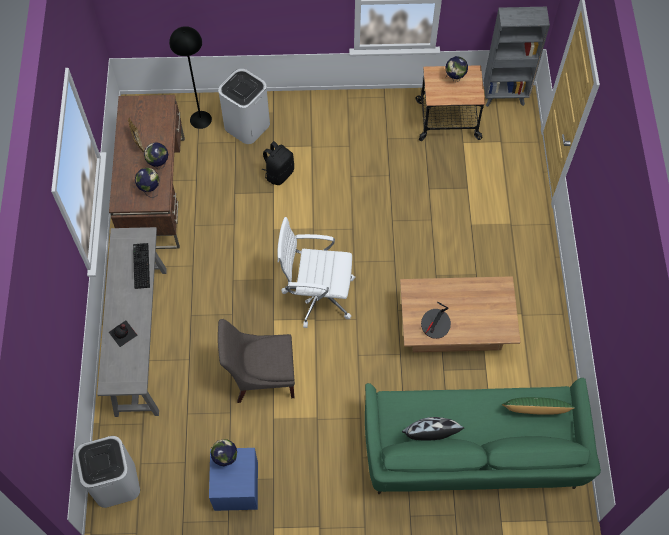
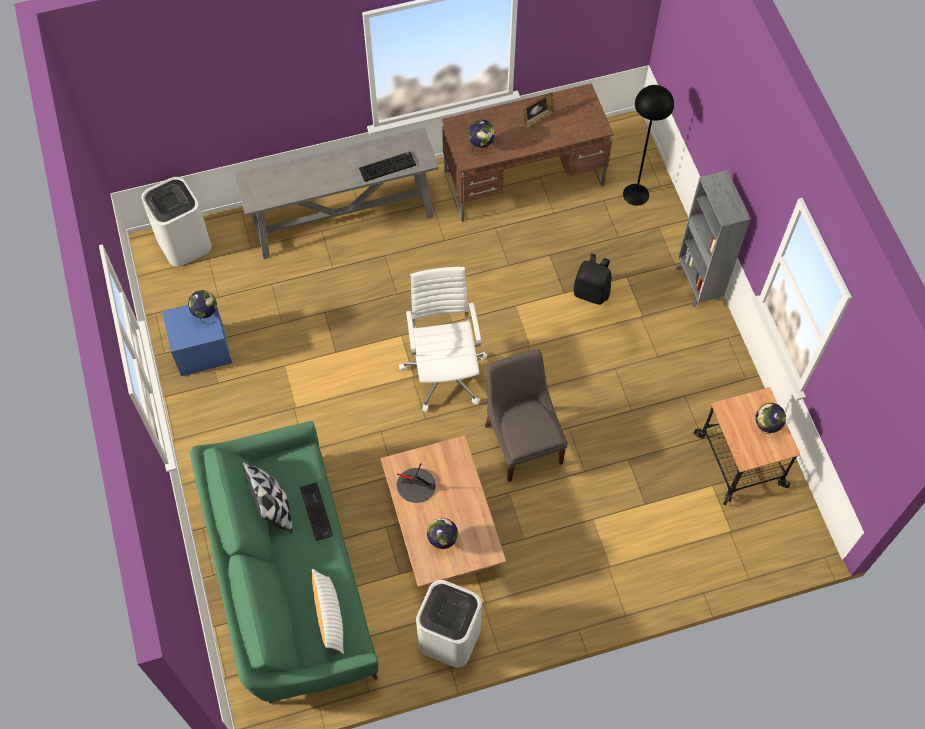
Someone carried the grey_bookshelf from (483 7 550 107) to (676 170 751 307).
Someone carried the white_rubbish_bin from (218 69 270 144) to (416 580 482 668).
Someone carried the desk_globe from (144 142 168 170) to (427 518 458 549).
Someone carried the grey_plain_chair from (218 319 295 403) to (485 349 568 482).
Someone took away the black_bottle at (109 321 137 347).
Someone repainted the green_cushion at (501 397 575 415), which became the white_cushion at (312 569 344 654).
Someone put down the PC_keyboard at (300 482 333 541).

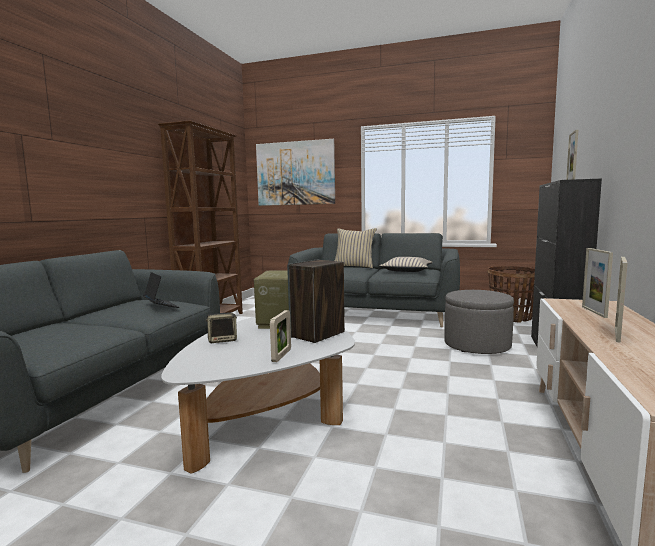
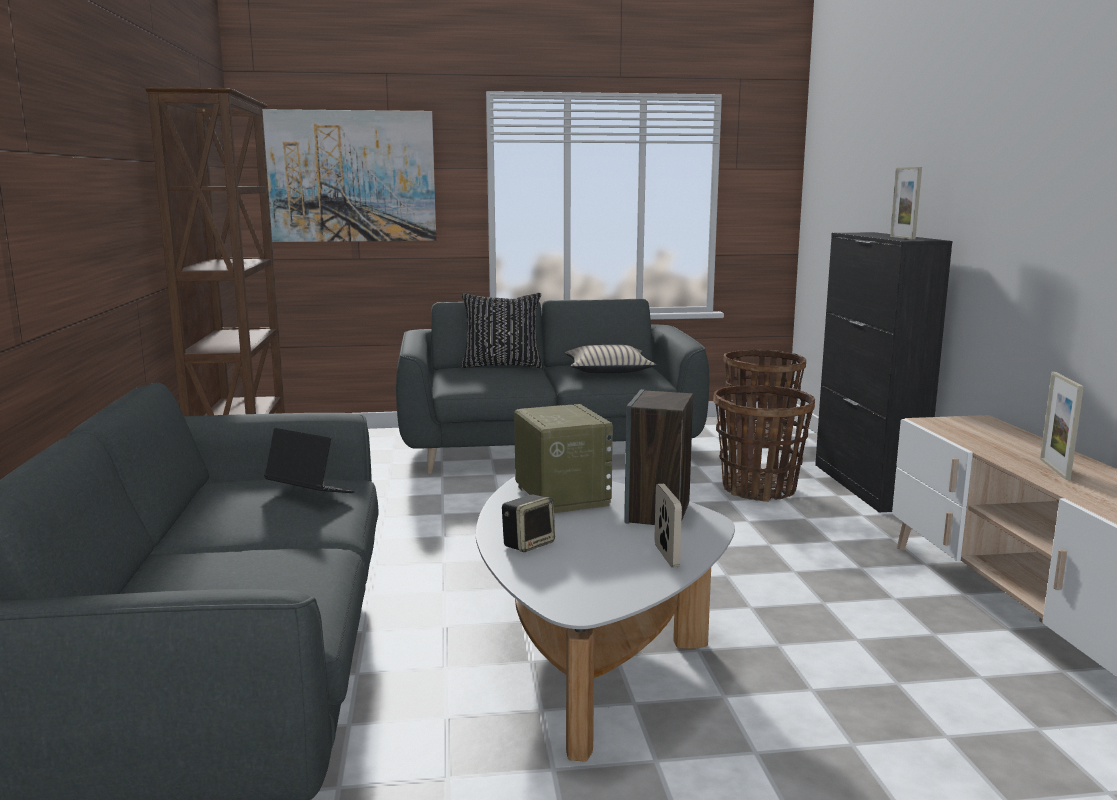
Someone repainted the beige-coloured_cushion at (334 228 377 268), which became the black_cushion at (461 293 542 368).
Someone took away the standing_frame at (582 248 613 318).
Someone swapped the grey_footrest at (444 290 514 354) for the storage_basket at (713 385 815 502).

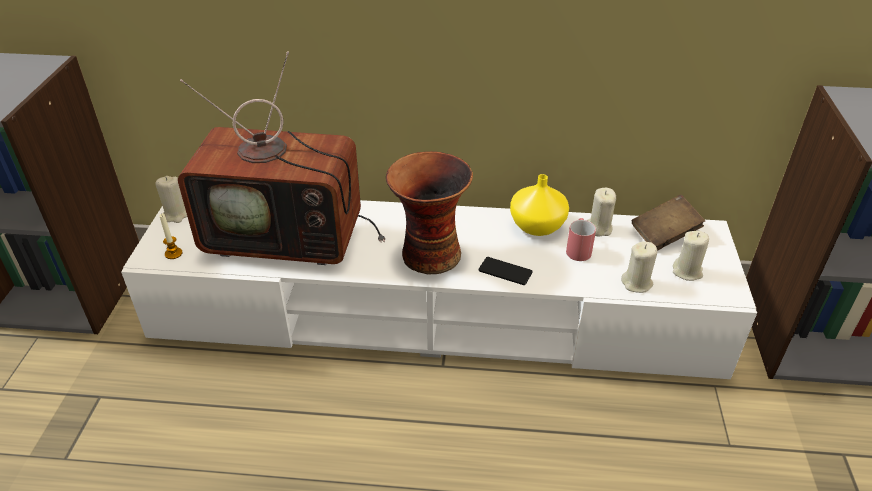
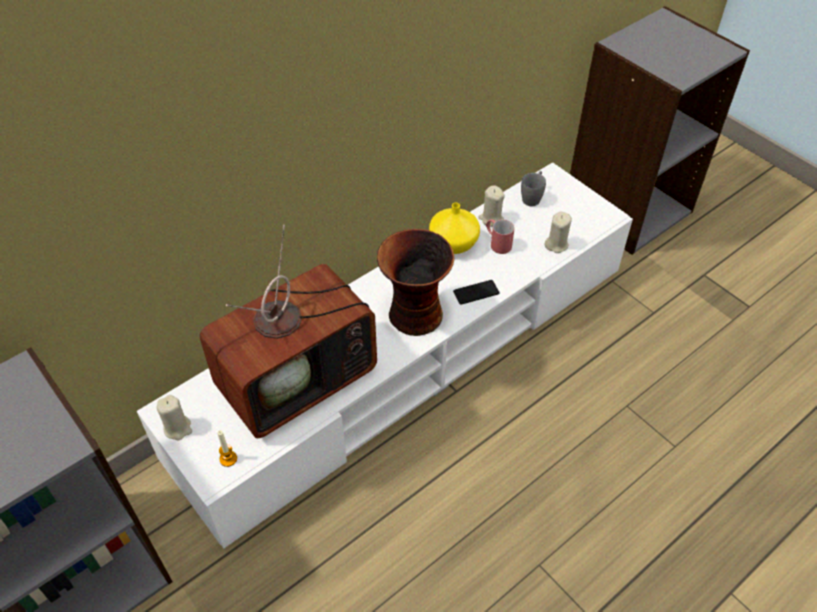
Someone swapped the brownish_book at (632 195 705 251) for the grey_coffee_mug at (521 171 546 206).
Someone took away the beige-coloured_wax_light at (673 231 709 281).

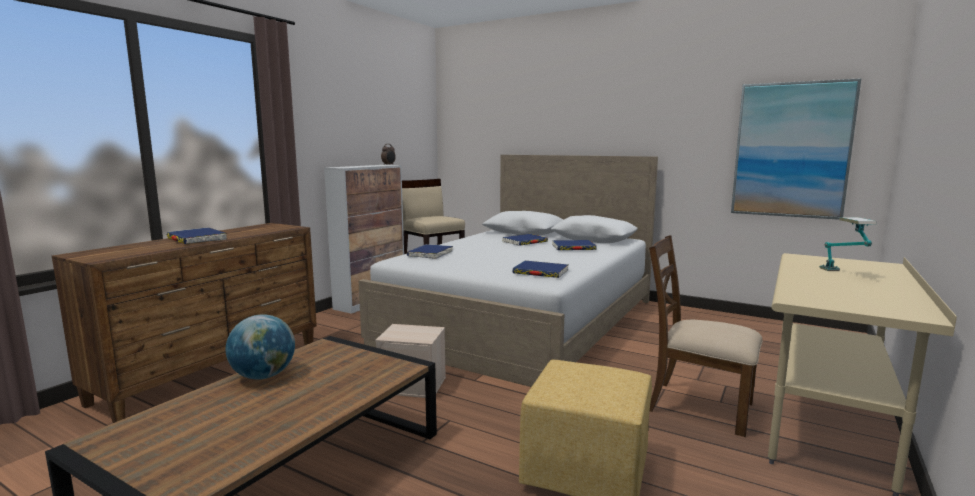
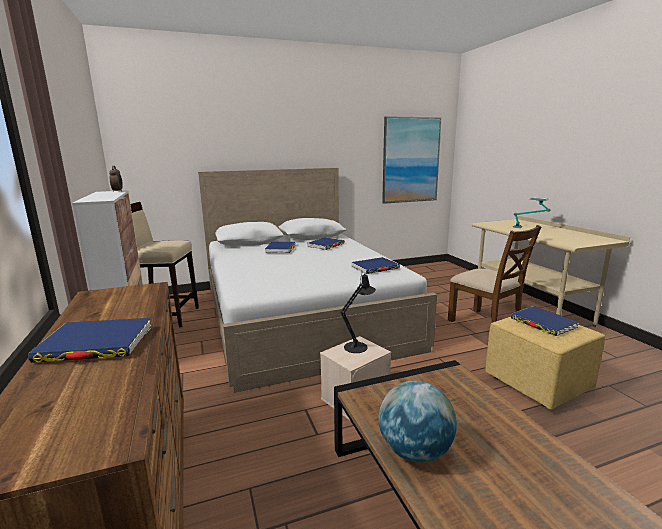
Someone rotated the brownish_plain_chair at (649 235 763 437) by 105 degrees counterclockwise.
Someone carried the blue-coloured_book from (407 244 453 259) to (511 306 579 336).
Someone put down the black_tabletop_lamp at (340 272 376 353).

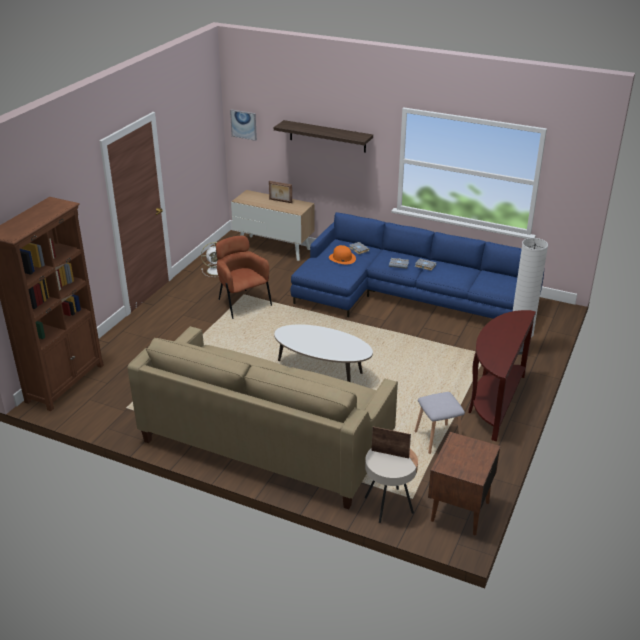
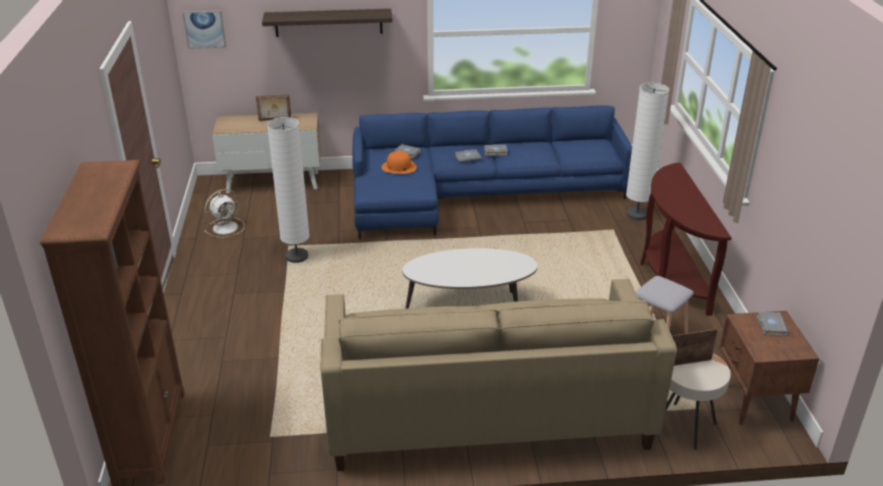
Someone swapped the brownish_lounge_chair at (216 236 272 319) for the white_standard_lamp at (267 117 310 263).
Someone put down the grey_book at (757 312 789 336).

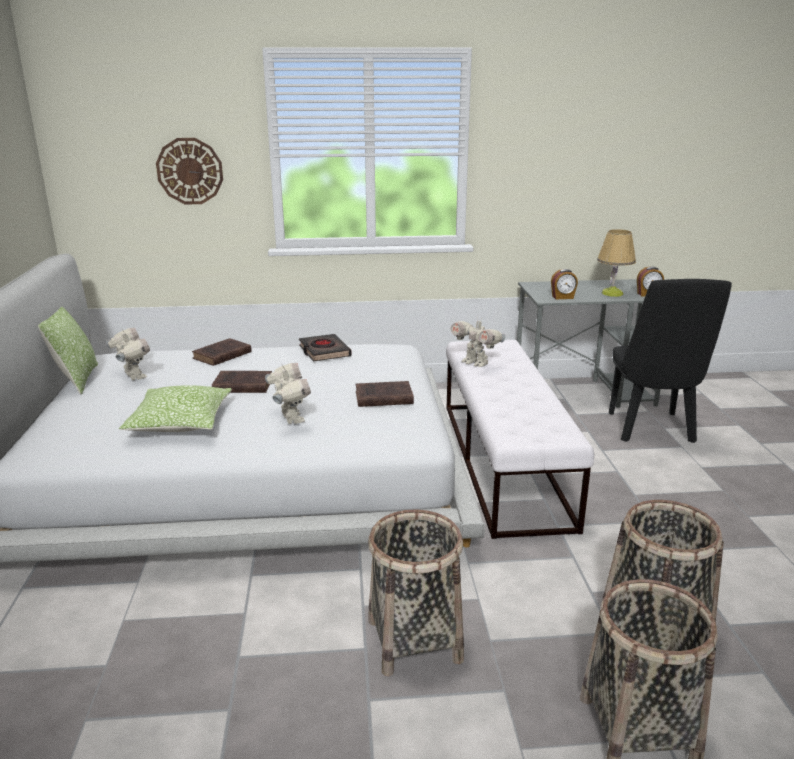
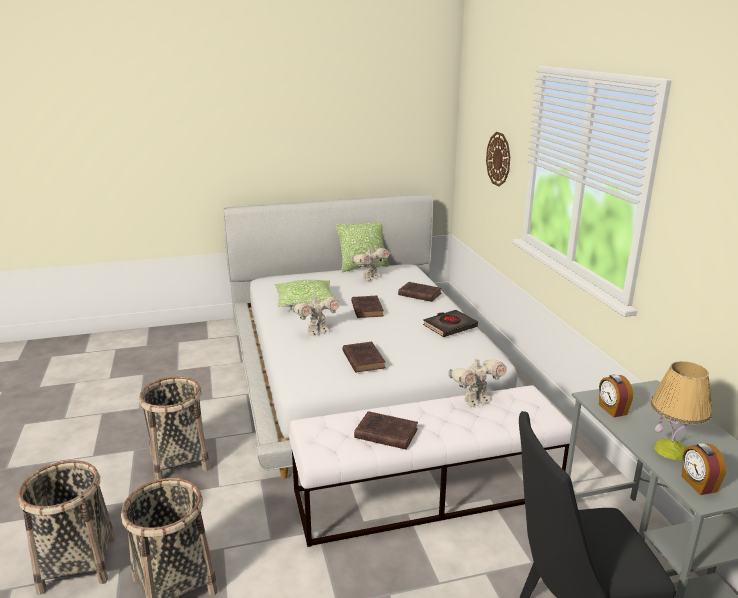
Someone rotated the model_robot at (450 318 506 367) by 150 degrees counterclockwise.
Someone put down the brownish_book at (354 411 418 450).

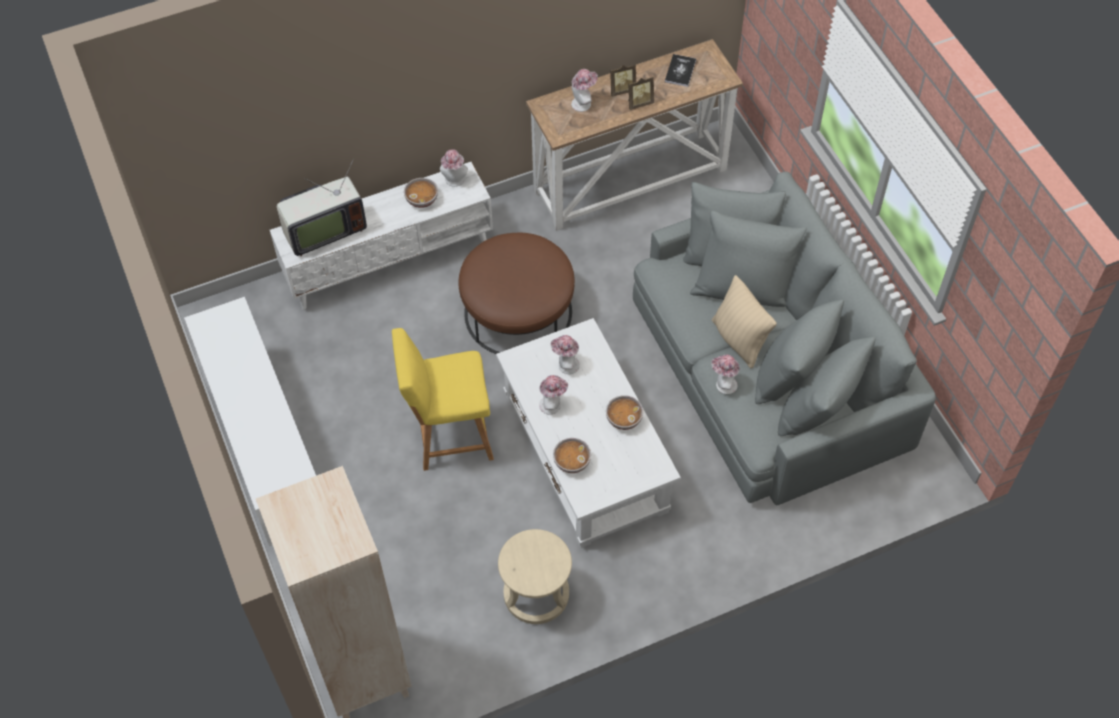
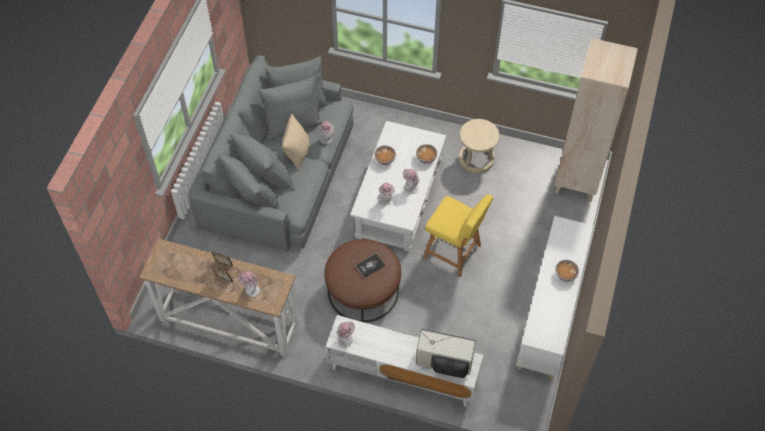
Someone carried the book from (665 54 696 87) to (356 253 385 278).
Someone carried the serving_bowl from (404 178 438 208) to (555 260 579 282).

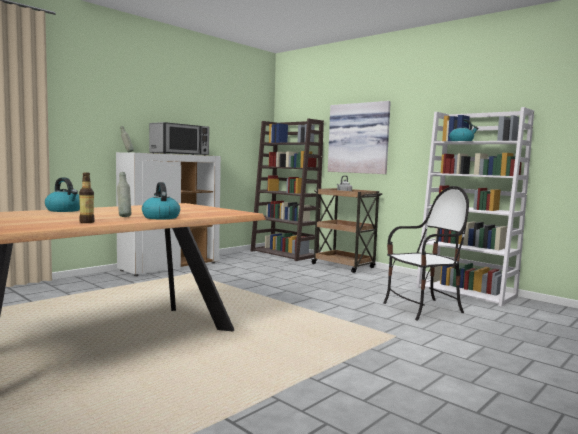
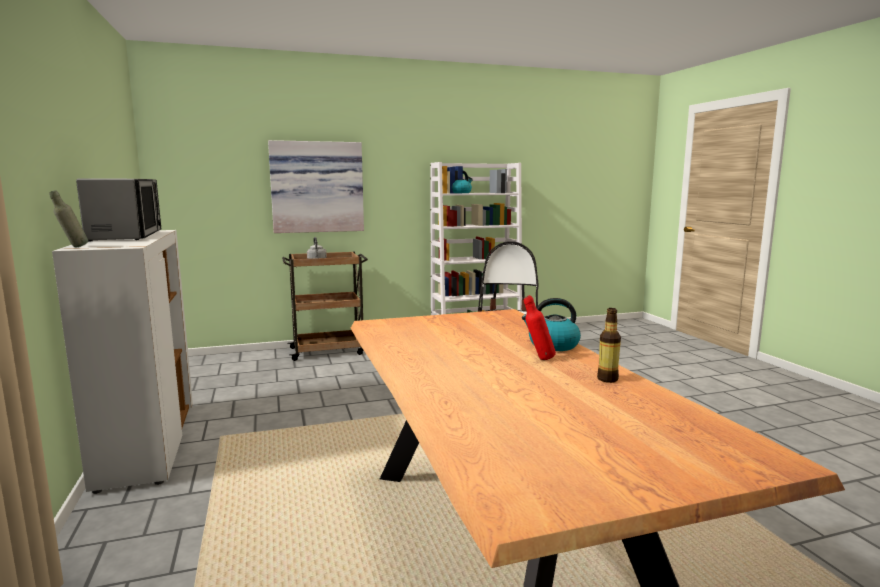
Someone took away the brownish_bookshelf at (251 119 324 261).
Someone repainted the grey_bottle at (117 172 131 217), which became the red_bottle at (524 295 556 360).
Someone took away the kettle at (45 177 80 212).

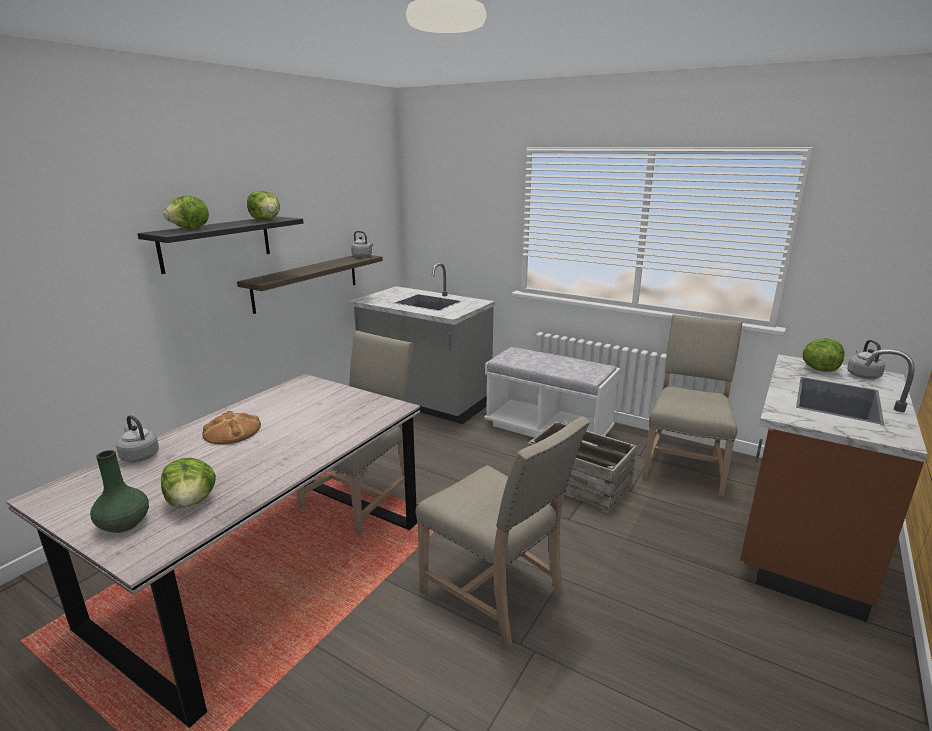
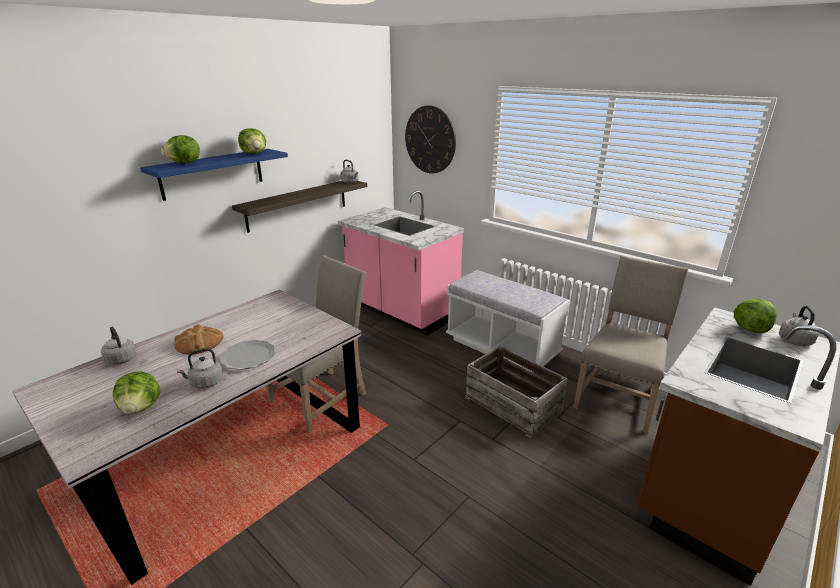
Someone repainted the black_wall_shelf at (137 216 304 274), which became the blue-coloured_wall_shelf at (140 149 288 201).
Someone repainted the grey_counter at (349 263 495 424), which became the pink-coloured_counter at (338 191 464 336).
Someone took away the beige-coloured_plain_chair at (416 416 590 647).
Someone took away the green_vase at (90 450 149 533).
Someone put up the hanging_clock at (405 105 456 174).
Someone put down the plate at (220 340 275 370).
Someone put down the grey_kettle at (176 348 223 389).

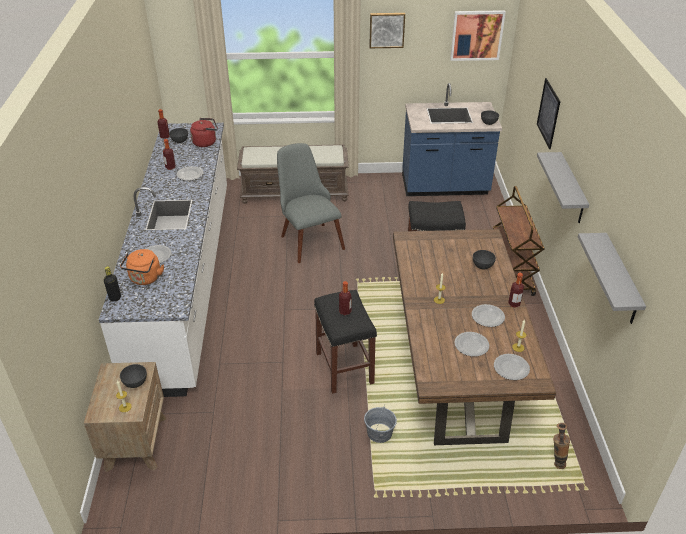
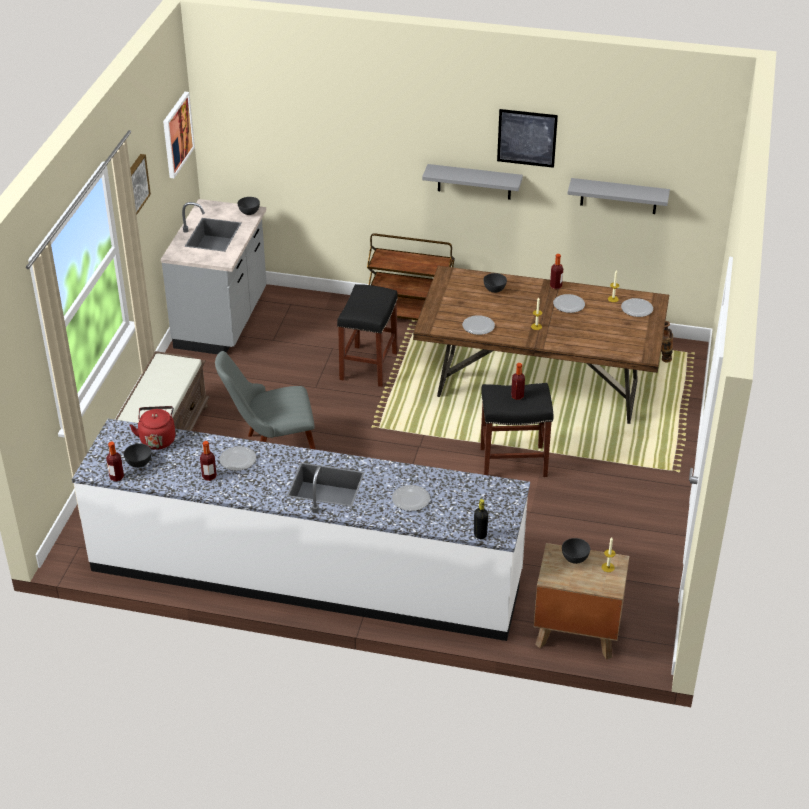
Someone carried the wall_art from (537 78 560 149) to (497 109 558 168).
Someone repainted the blue-coloured_counter at (402 83 502 196), which became the grey_counter at (161 199 267 354).
Someone took away the orangey_kettle at (120 249 164 285).
Someone carried the plate from (454 332 489 357) to (462 315 495 335).
Someone took away the grey_water_bucket at (364 405 397 443).

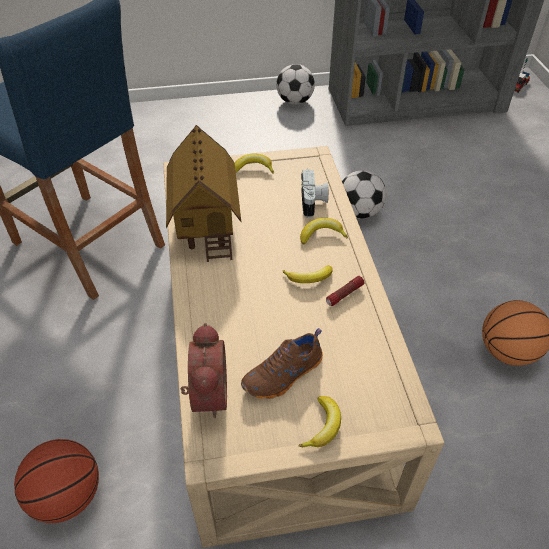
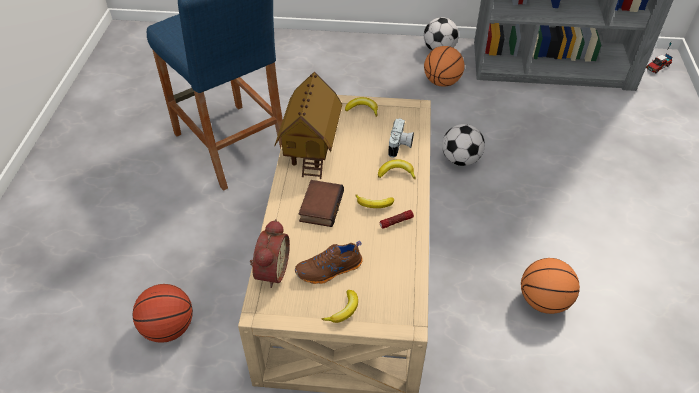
Someone put down the basketball_ball at (424 46 465 87).
Someone put down the book at (299 180 344 227).

